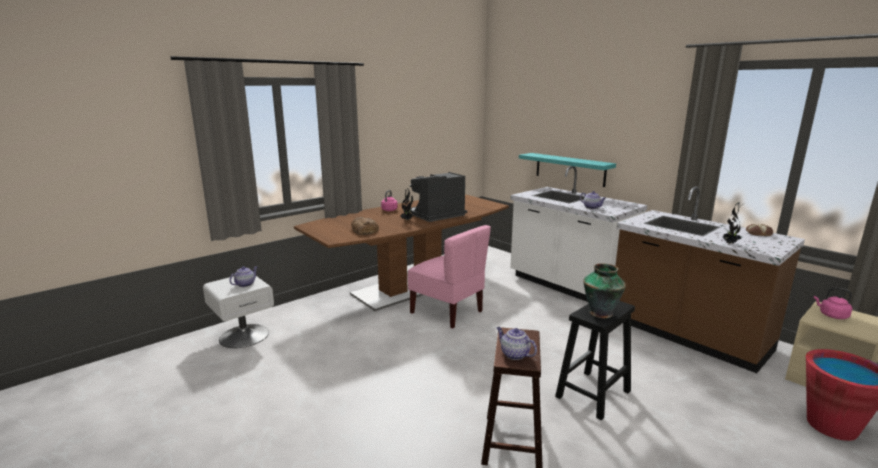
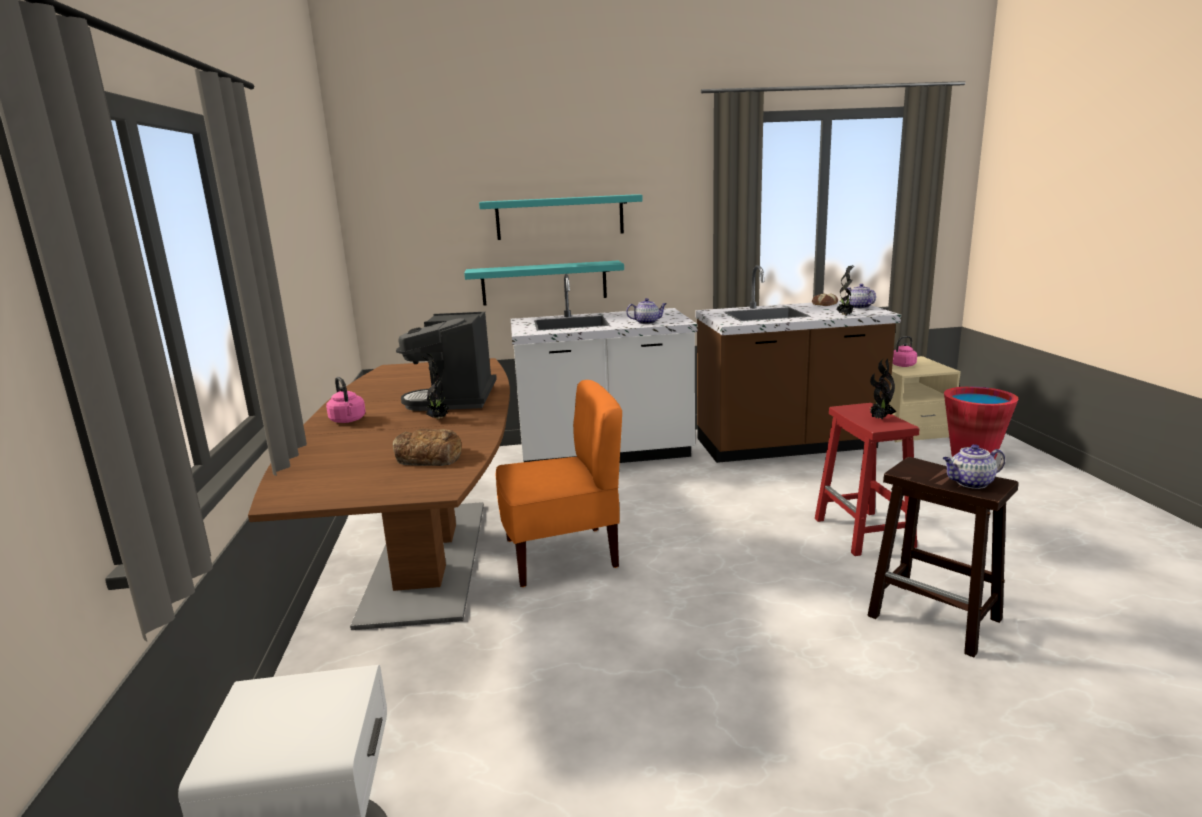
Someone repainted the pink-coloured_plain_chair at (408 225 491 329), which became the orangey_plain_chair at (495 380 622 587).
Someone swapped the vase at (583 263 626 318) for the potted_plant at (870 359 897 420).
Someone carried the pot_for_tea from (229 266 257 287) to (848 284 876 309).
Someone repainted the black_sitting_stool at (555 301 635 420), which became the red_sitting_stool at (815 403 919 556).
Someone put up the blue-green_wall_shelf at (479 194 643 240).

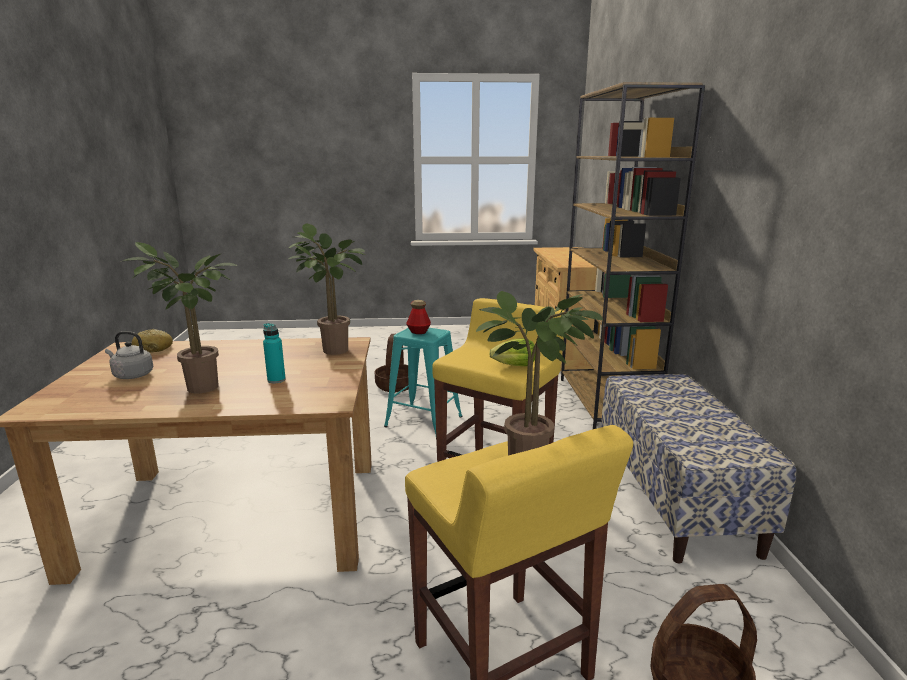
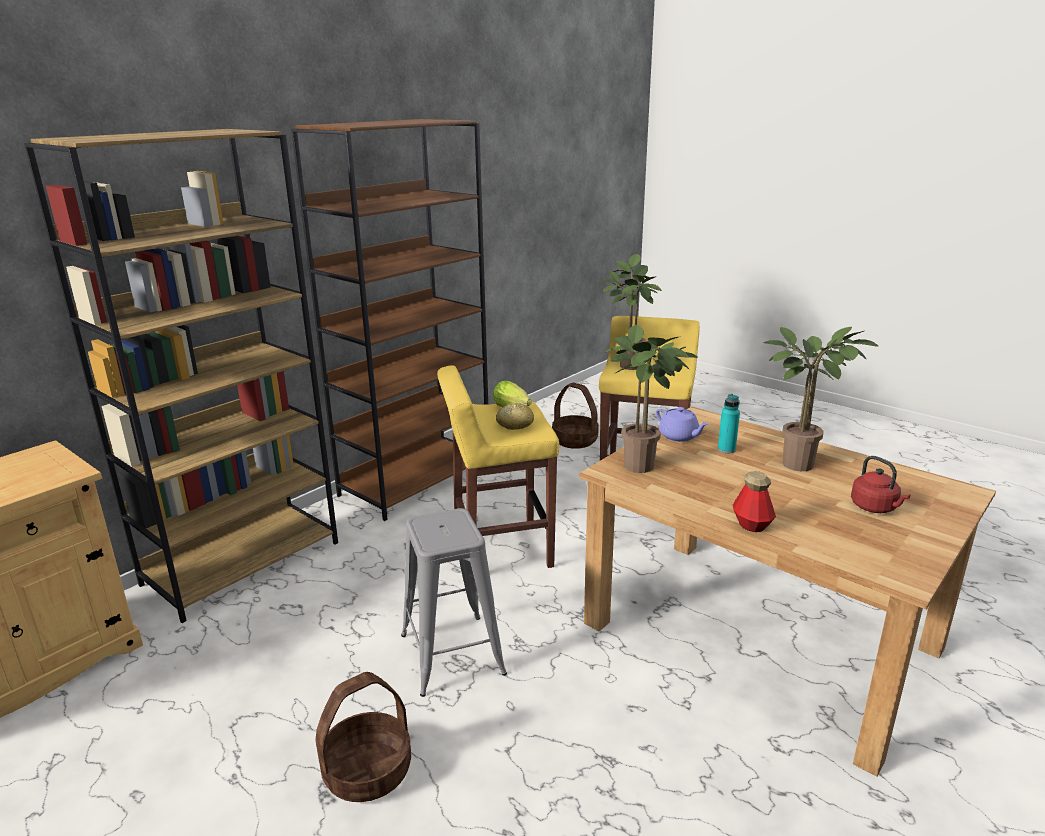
Someone carried the bottle from (406 300 431 334) to (733 471 776 532).
Someone repainted the blue-green_sitting_stool at (384 328 462 434), which became the grey_sitting_stool at (401 508 507 697).
Someone carried the bread from (131 329 173 353) to (496 403 534 430).
Someone repainted the grey_kettle at (105 331 153 379), which became the red_kettle at (851 456 910 513).
Someone swapped the long_seat at (601 374 796 564) for the brownish_bookshelf at (291 119 488 521).
Someone put down the purple_pot_for_tea at (656 407 708 442).

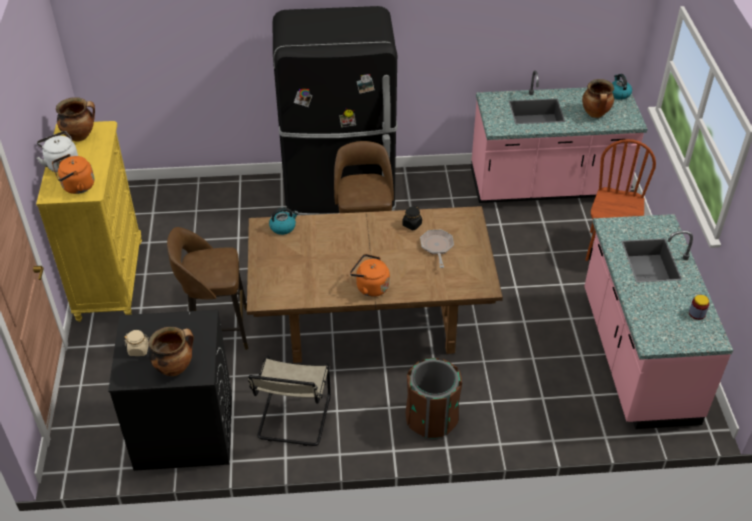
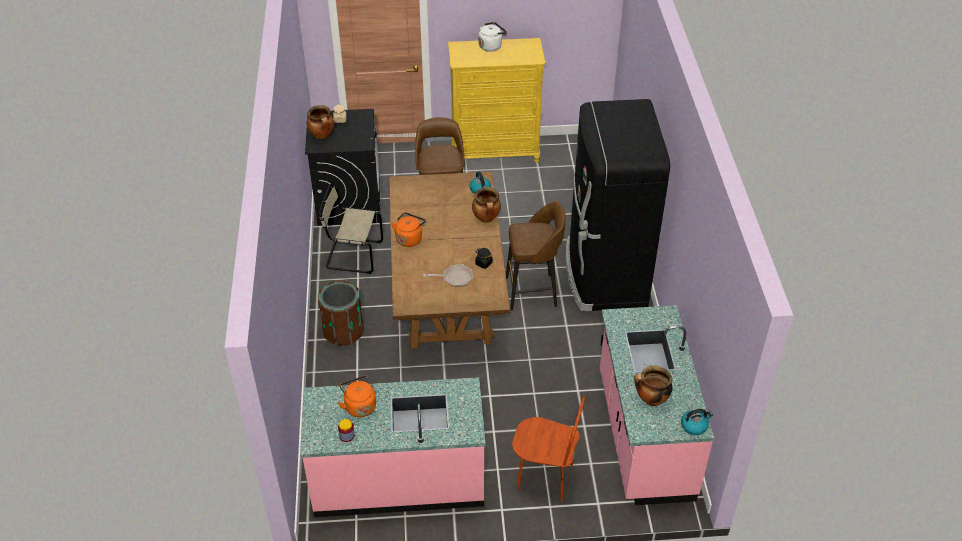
Someone carried the stockpot from (56 97 95 141) to (472 187 501 223).
Someone carried the orangey_kettle from (52 154 94 194) to (338 375 376 417).

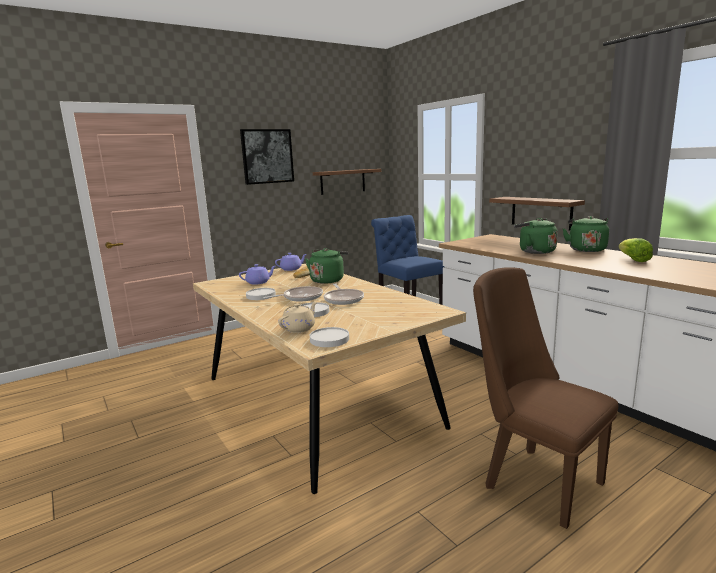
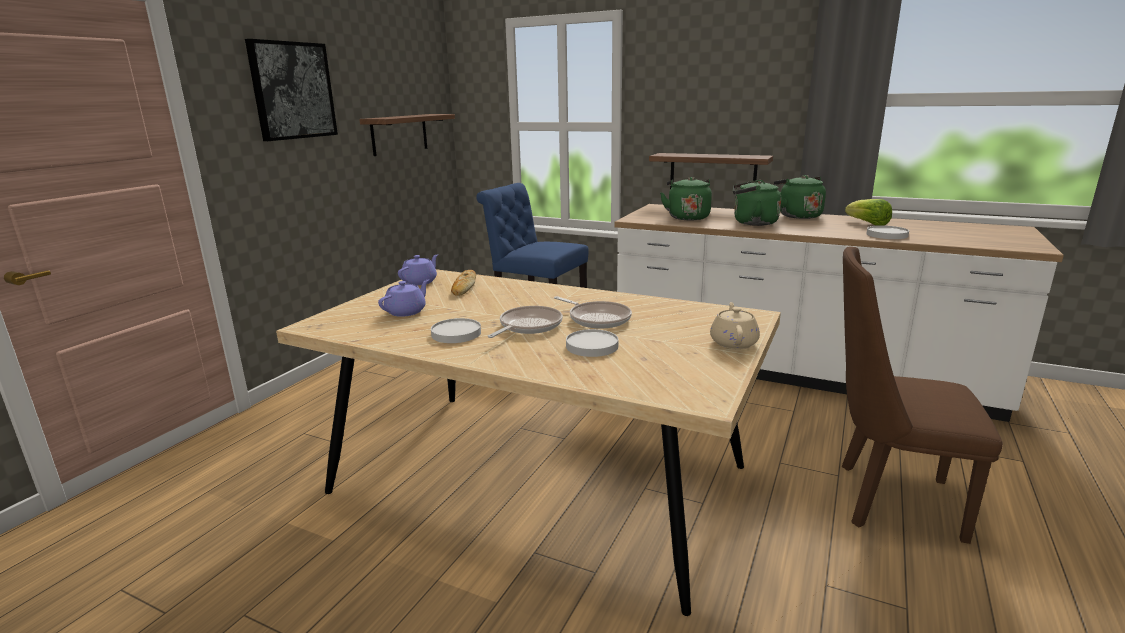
Someone carried the green_kettle from (305 248 348 284) to (660 177 712 220).
Someone carried the beige-coloured_pot_for_tea from (278 302 317 333) to (710 302 760 349).
Someone carried the white_plate from (310 327 349 347) to (866 225 909 239).

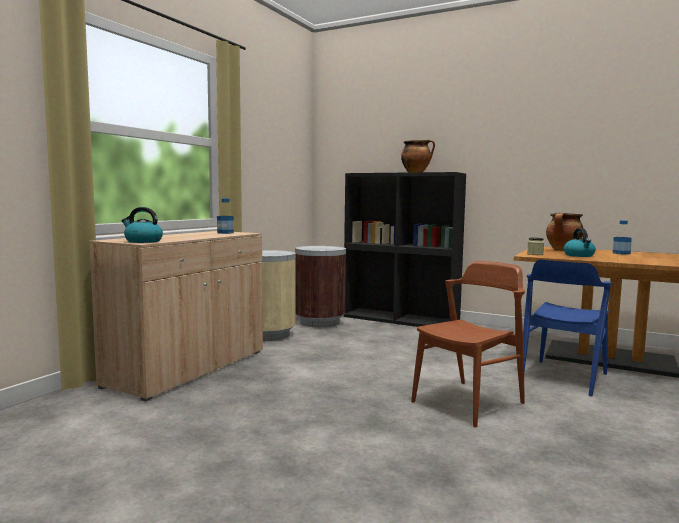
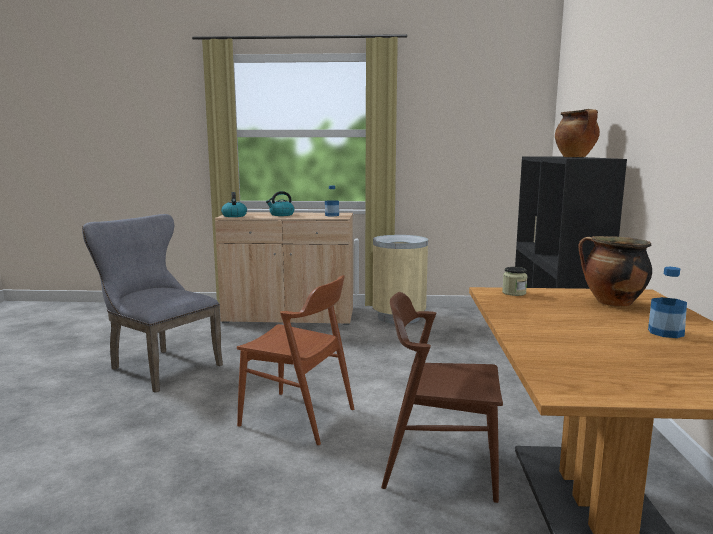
Someone carried the kettle from (564 228 596 257) to (266 191 294 216).
Someone took away the brownish_rubbish_bin at (295 246 346 328).
Someone repainted the blue-coloured_plain_chair at (523 260 611 396), which became the brownish_plain_chair at (381 292 503 503).
Someone put down the grey_plain_chair at (82 214 223 393).

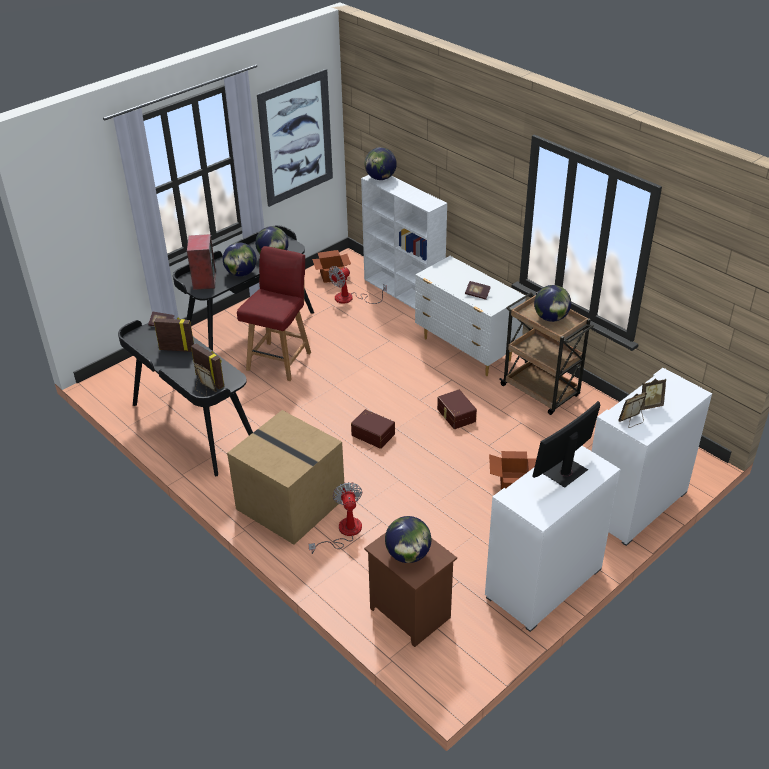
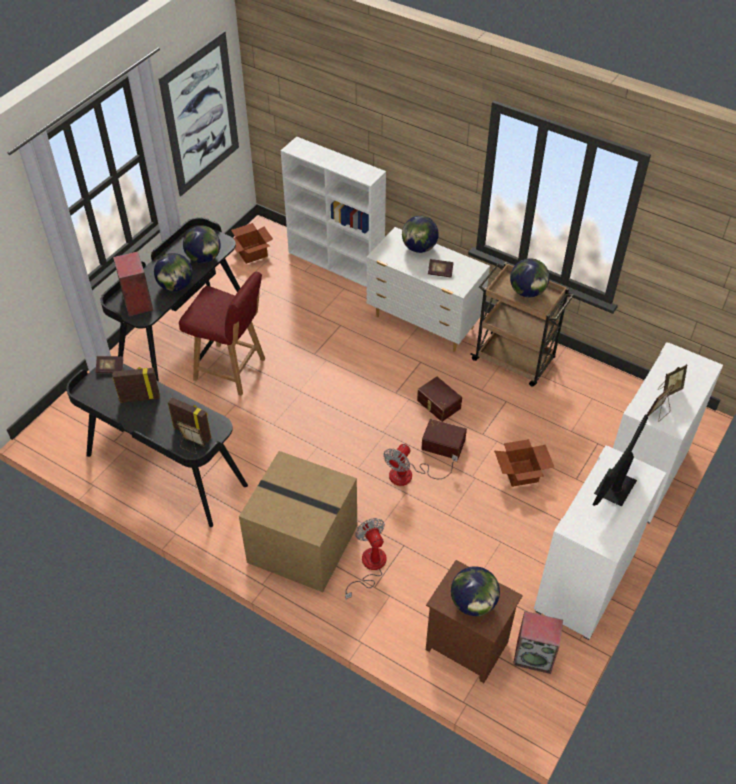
Someone carried the desk_globe from (365 147 397 180) to (402 216 439 253).
Someone rotated the red_plain_chair at (237 246 311 381) by 105 degrees clockwise.
Someone carried the electric_fan from (328 266 387 304) to (384 444 458 486).
Someone carried the brownish_storage_container from (351 409 395 449) to (421 419 467 459).
Someone put down the loudspeaker at (513 611 563 674).

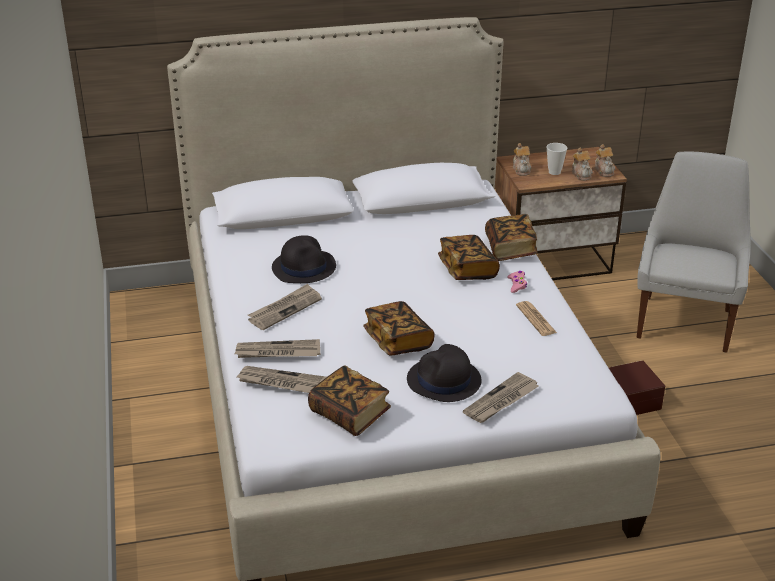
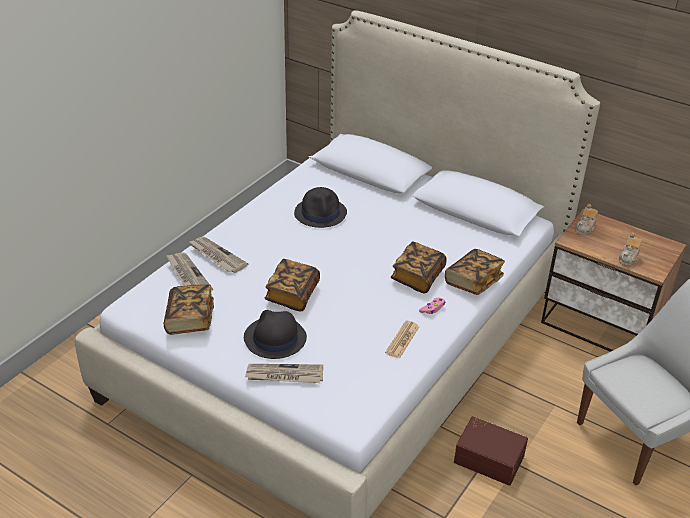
Someone took away the small_cup at (546 143 567 175).
Someone took away the pot_for_tea at (595 144 615 177).
Someone took away the daily_paper at (248 284 322 330).

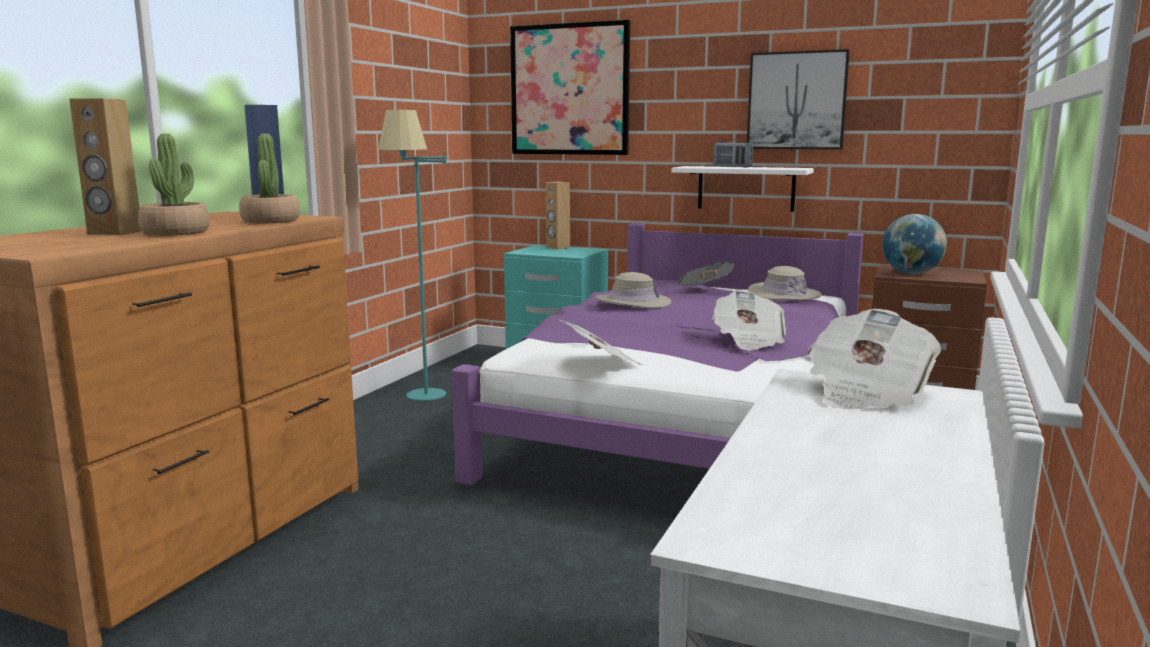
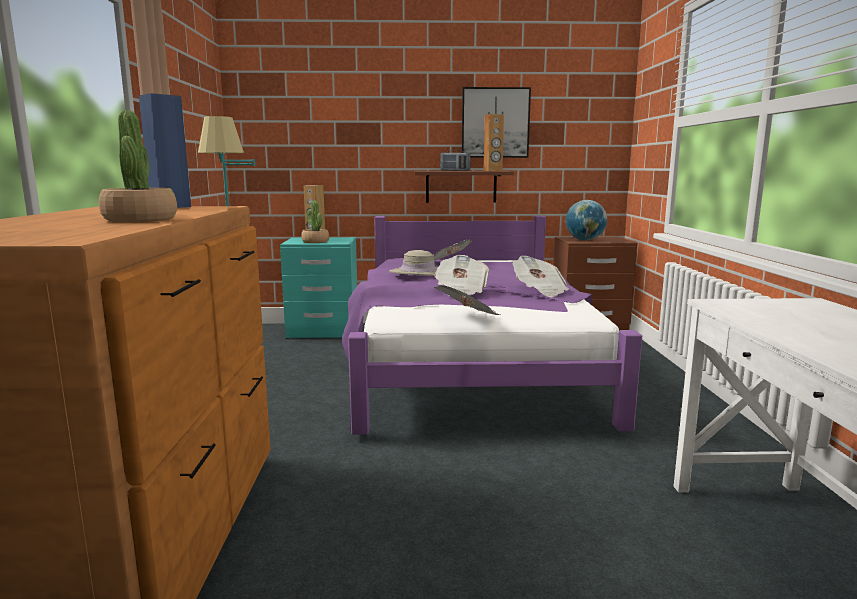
Someone took away the wall_art at (510 20 630 155).
Someone carried the brownish_loudspeaker from (69 98 142 235) to (484 114 504 171).
Someone carried the potted_plant from (239 133 300 223) to (301 200 329 243).
Someone repainted the white_wall_shelf at (671 166 814 212), which became the brownish_wall_shelf at (414 171 514 203).
Someone took away the beige-coloured_clothing_hat at (748 266 822 301).
Someone carried the daily_paper from (808 309 942 409) to (434 255 489 297).

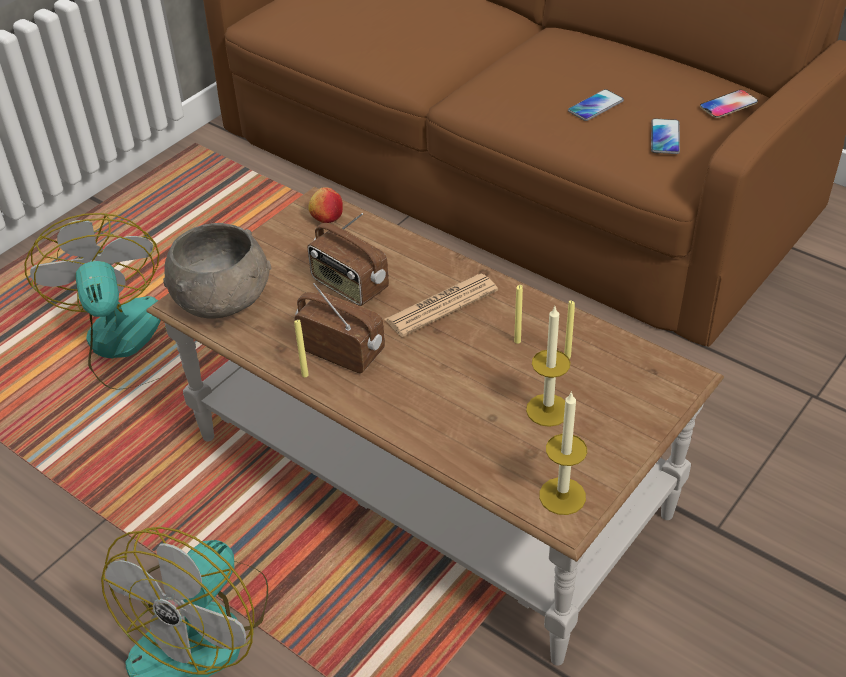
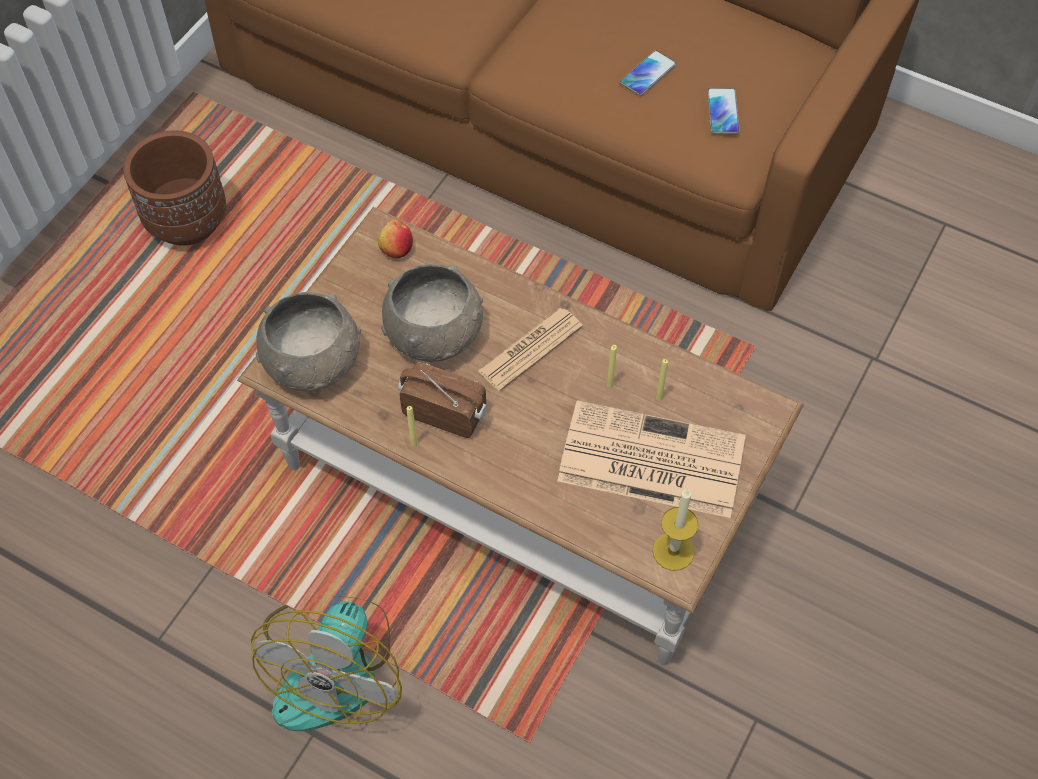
Someone took away the telephone at (700 90 758 118).
Someone took away the electric_fan at (25 213 167 390).
Someone swapped the radio_set at (307 213 389 306) for the grey_serving_bowl at (381 264 483 362).
Someone swapped the wax_light at (526 306 571 427) for the daily_paper at (557 400 746 518).
Someone put down the brownish_planter at (123 130 226 246).

